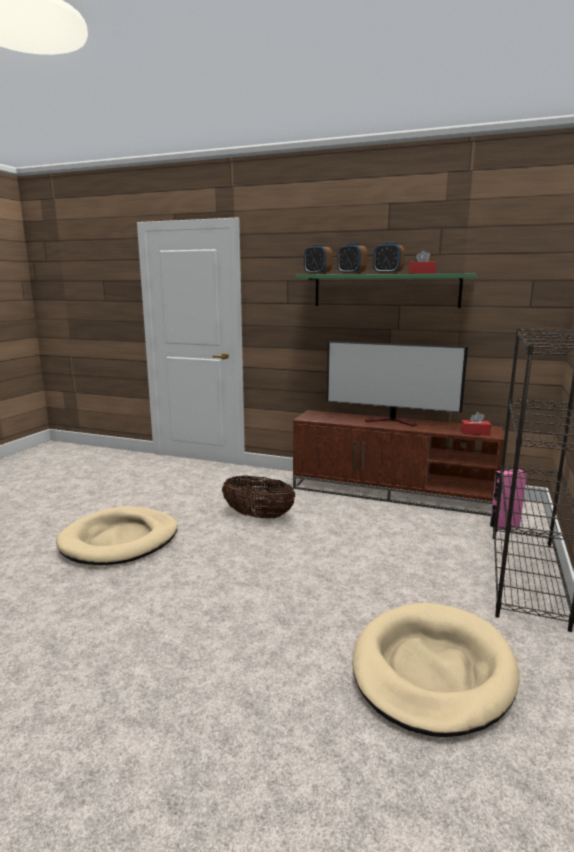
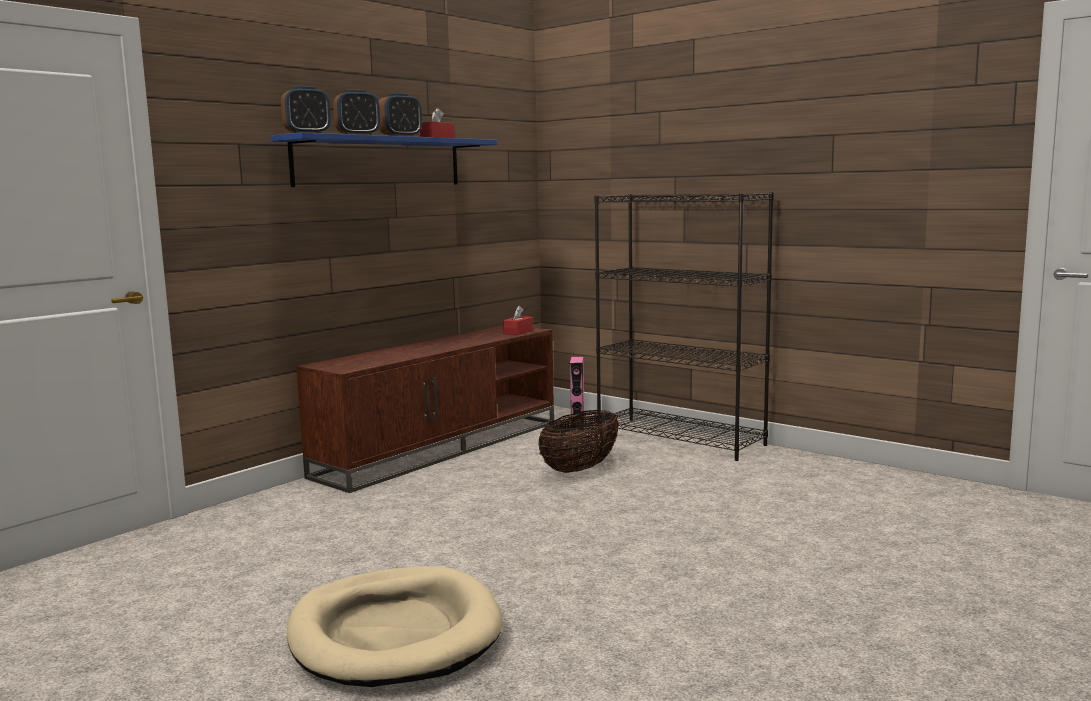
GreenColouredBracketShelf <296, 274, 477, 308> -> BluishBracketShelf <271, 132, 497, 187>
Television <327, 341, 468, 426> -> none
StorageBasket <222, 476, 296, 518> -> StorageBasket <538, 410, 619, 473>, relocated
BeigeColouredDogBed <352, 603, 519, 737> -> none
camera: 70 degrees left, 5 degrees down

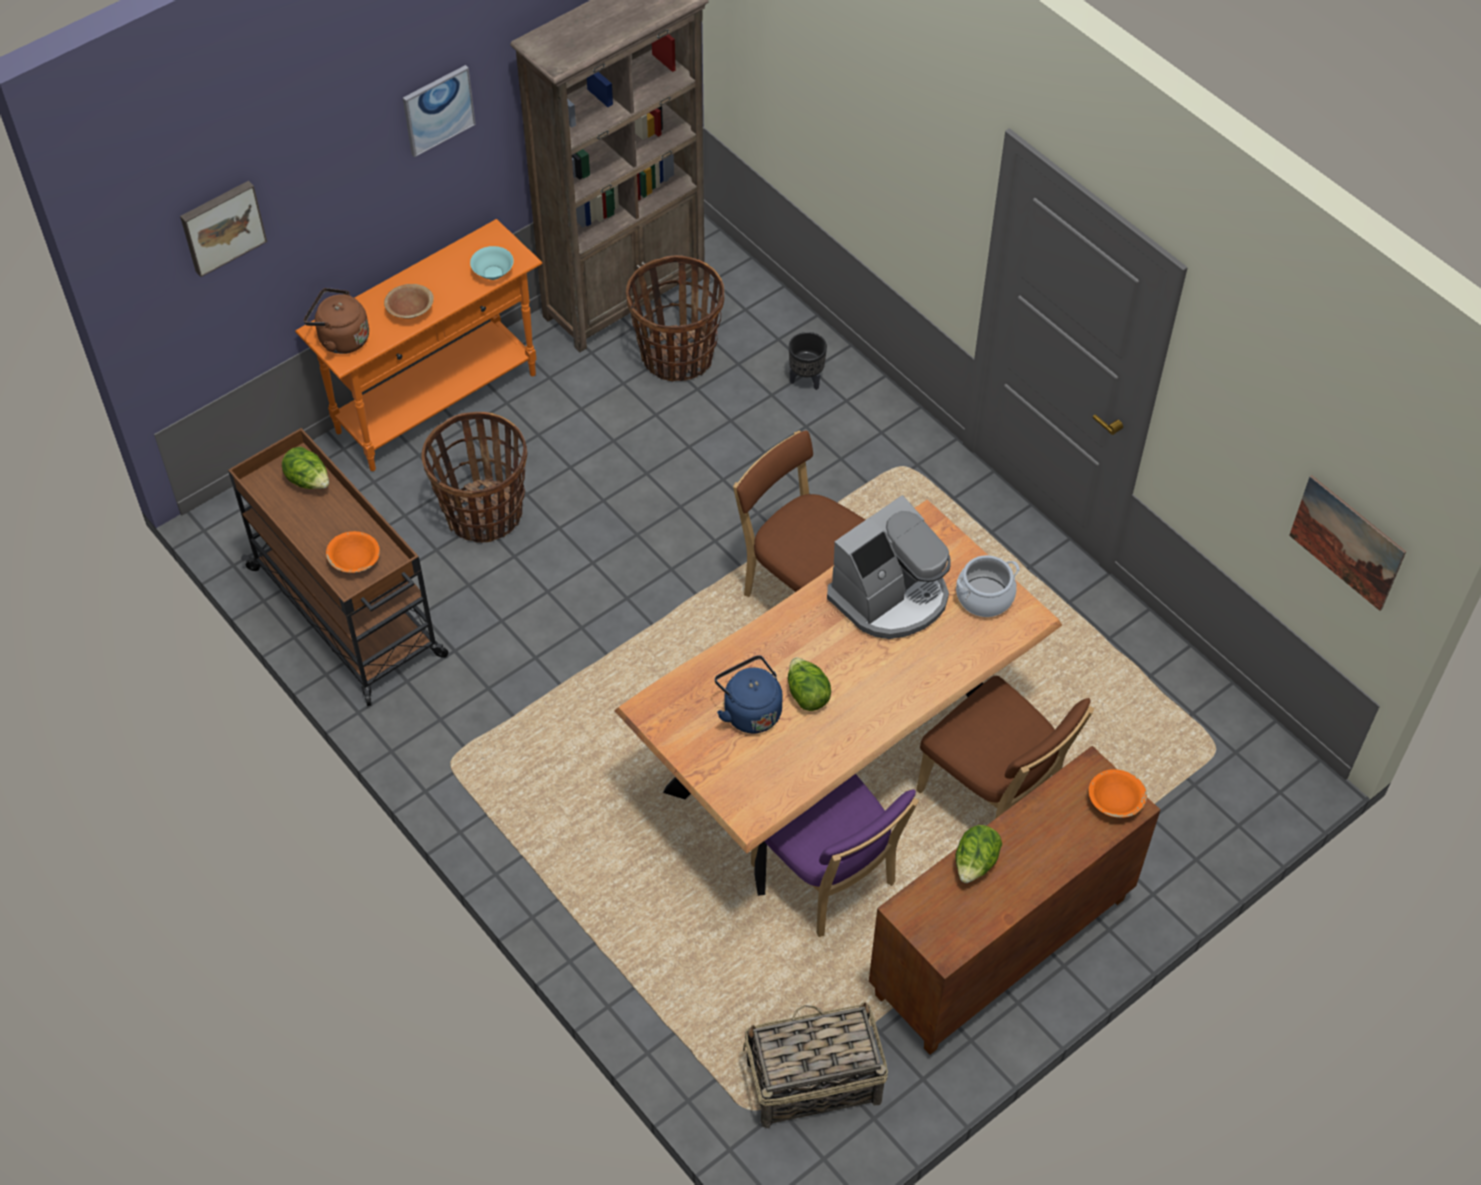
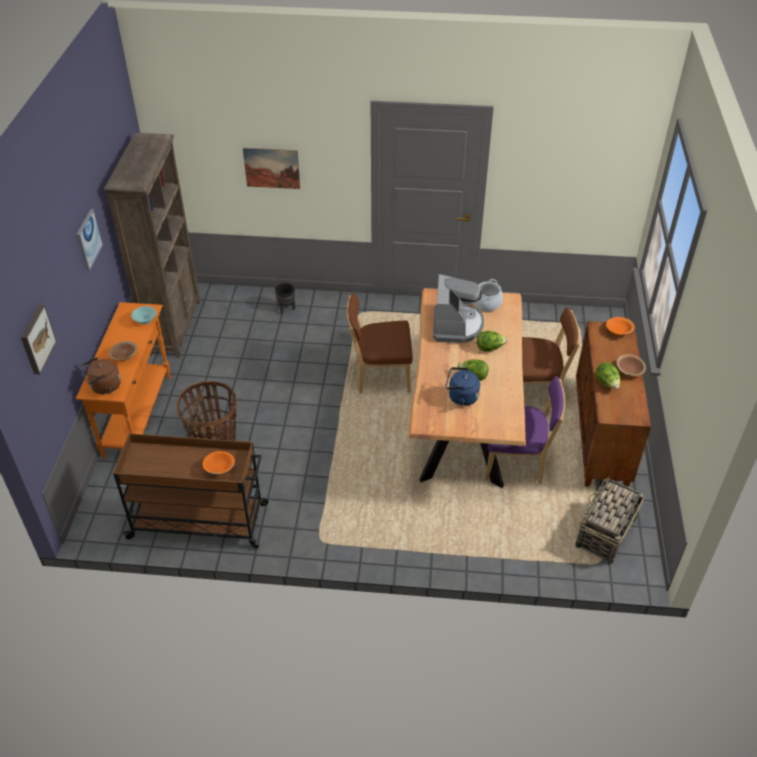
StorageBasket <626, 255, 724, 381> -> none
Lettuce <282, 446, 329, 489> -> Lettuce <477, 331, 507, 352>, relocated
WallArt <1289, 475, 1406, 611> -> WallArt <243, 148, 300, 189>, relocated
none -> BrownColouredDeepDish <616, 354, 646, 376>
camera: 45 degrees left, 10 degrees down

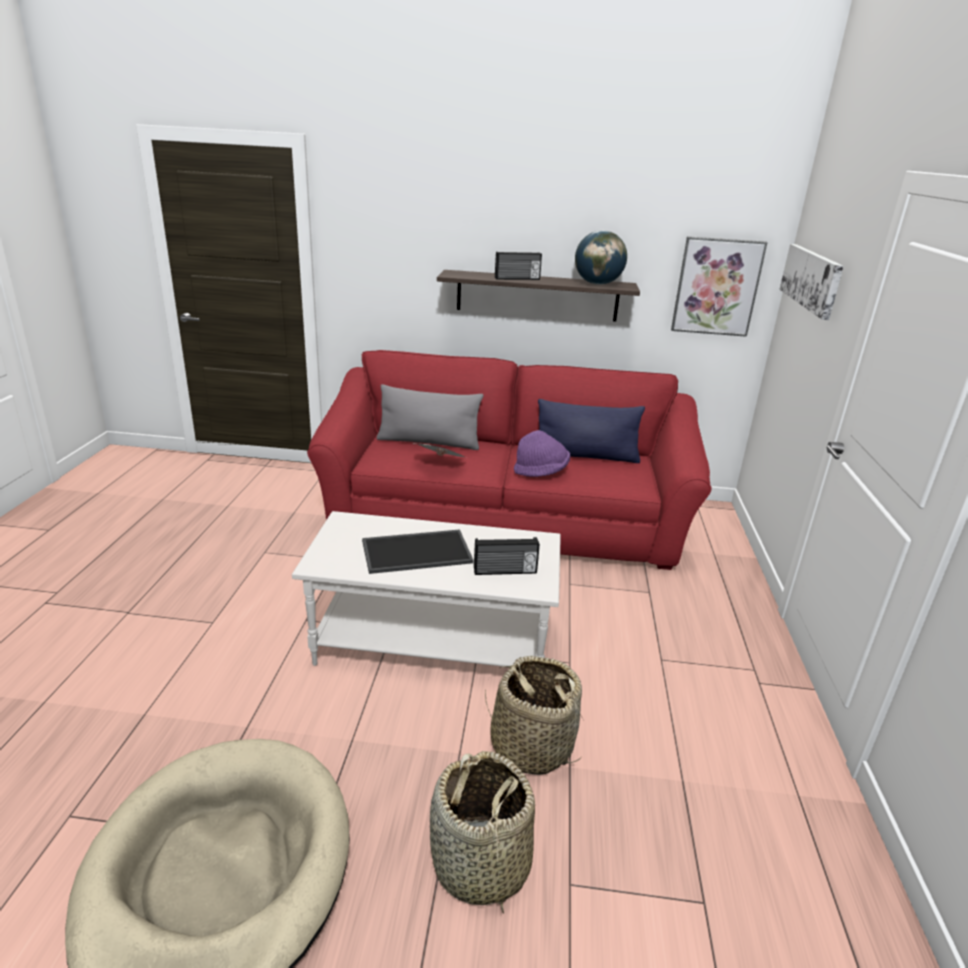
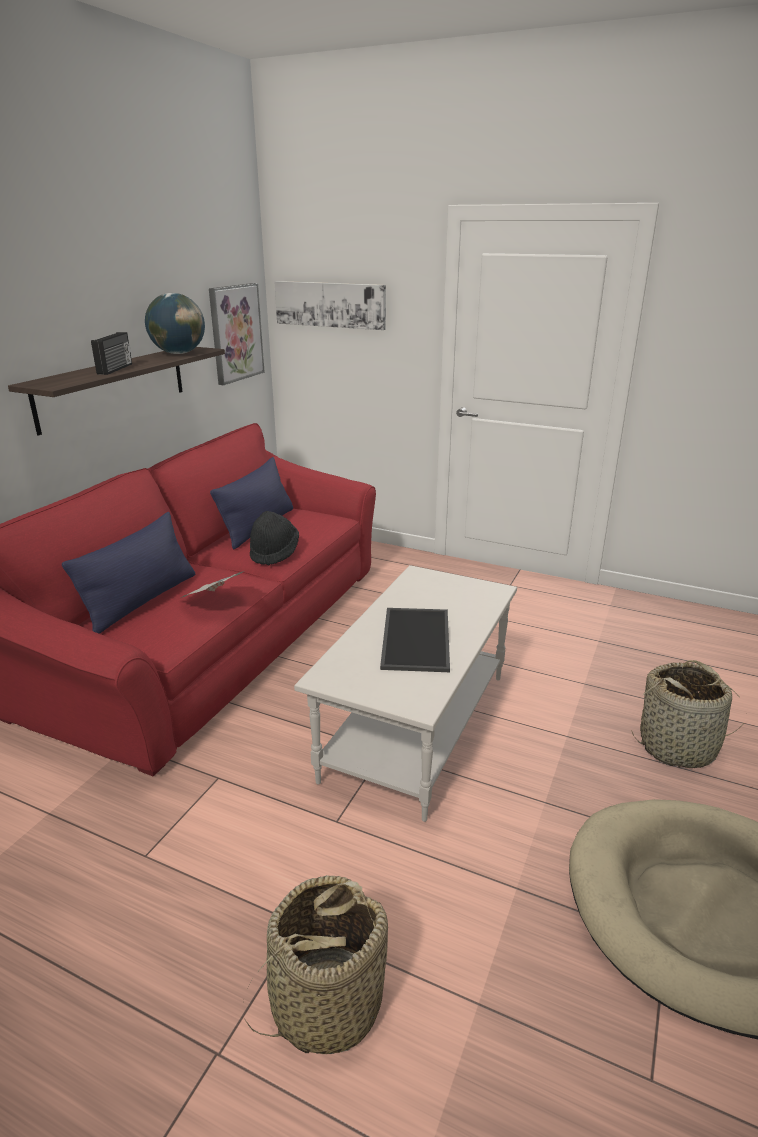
GreyCushion <377, 384, 484, 450> -> BluishCushion <62, 512, 195, 634>
PurpleColouredWearableHat <514, 430, 570, 477> -> BlackWearableHat <250, 511, 299, 565>
RadioReceiver <474, 537, 540, 575> -> none
StorageBasket <485, 656, 583, 775> -> StorageBasket <243, 875, 388, 1054>, relocated
camera: 70 degrees left, 0 degrees up

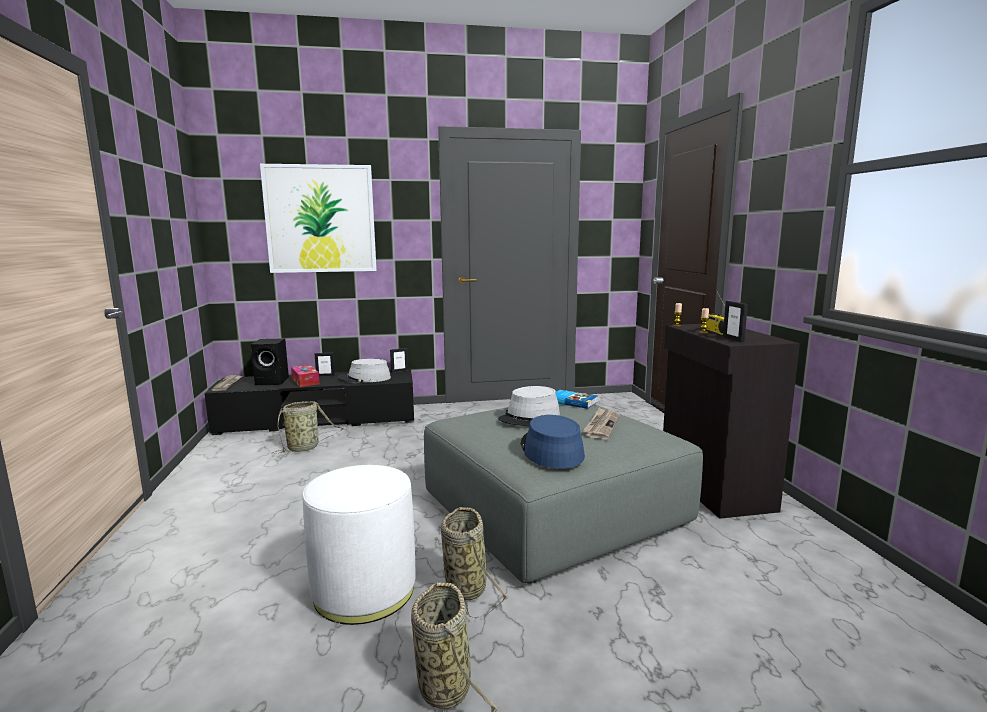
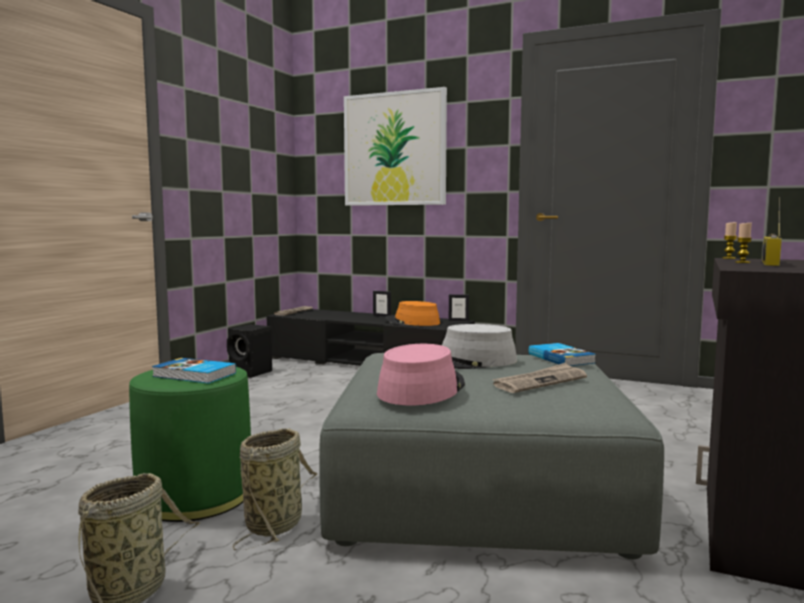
PictureFrame <723, 301, 748, 342> -> none
BlackSpeaker <251, 338, 289, 385> -> BlackSpeaker <227, 324, 272, 378>, relocated
GreyWearableHat <338, 359, 391, 383> -> OrangeyWearableHat <385, 301, 440, 326>
TissueHolder <291, 365, 320, 387> -> none
StorageBasket <271, 401, 344, 454> -> none
BluishWearableHat <520, 415, 585, 469> -> PinkColouredWearableHat <377, 344, 465, 405>
WhiteColouredFootrest <302, 465, 416, 625> -> GreenColouredFootrest <129, 367, 251, 522>
none -> Volume <152, 358, 236, 384>
camera: 35 degrees right, 5 degrees down

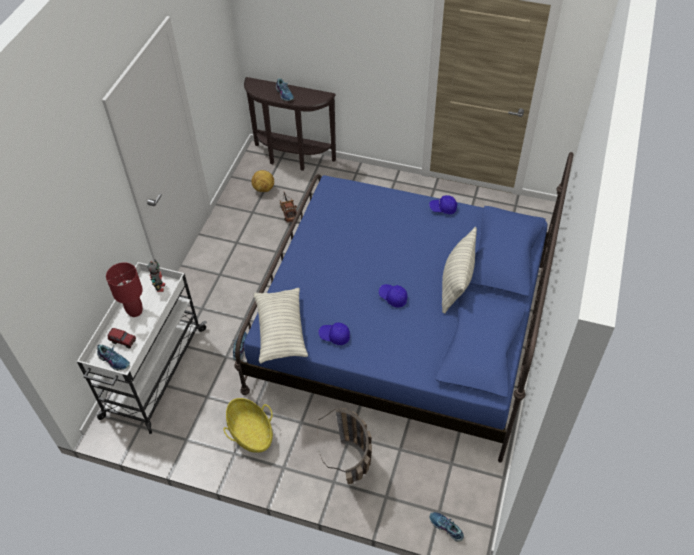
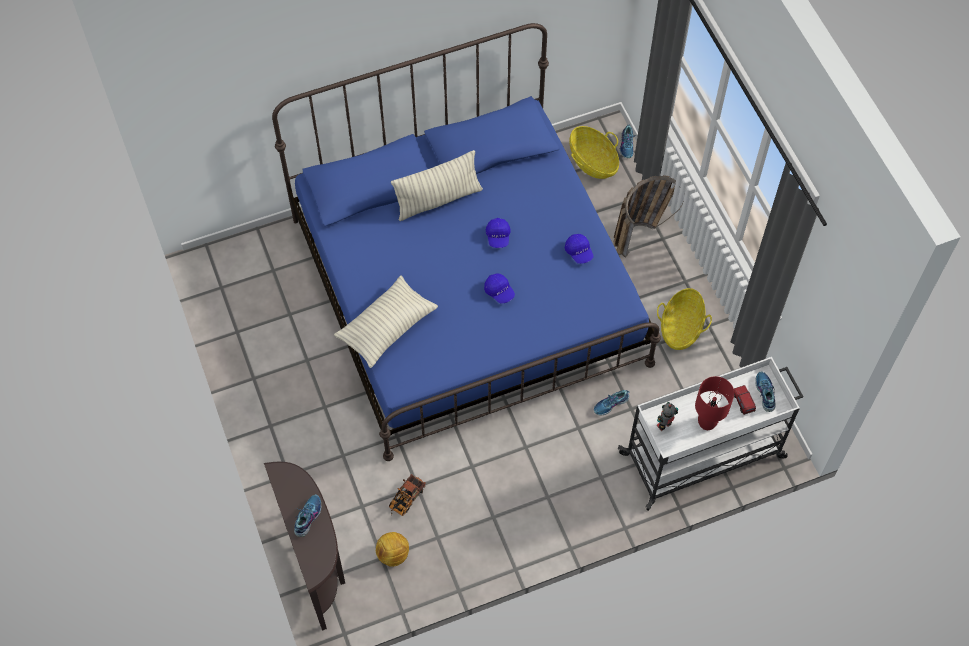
BluishCap <429, 195, 457, 214> -> BluishCap <484, 273, 515, 304>, relocated
Cushion <254, 288, 308, 364> -> Cushion <334, 275, 438, 368>, relocated
none -> StorageBasket <569, 126, 619, 179>
camera: 130 degrees left, 10 degrees up

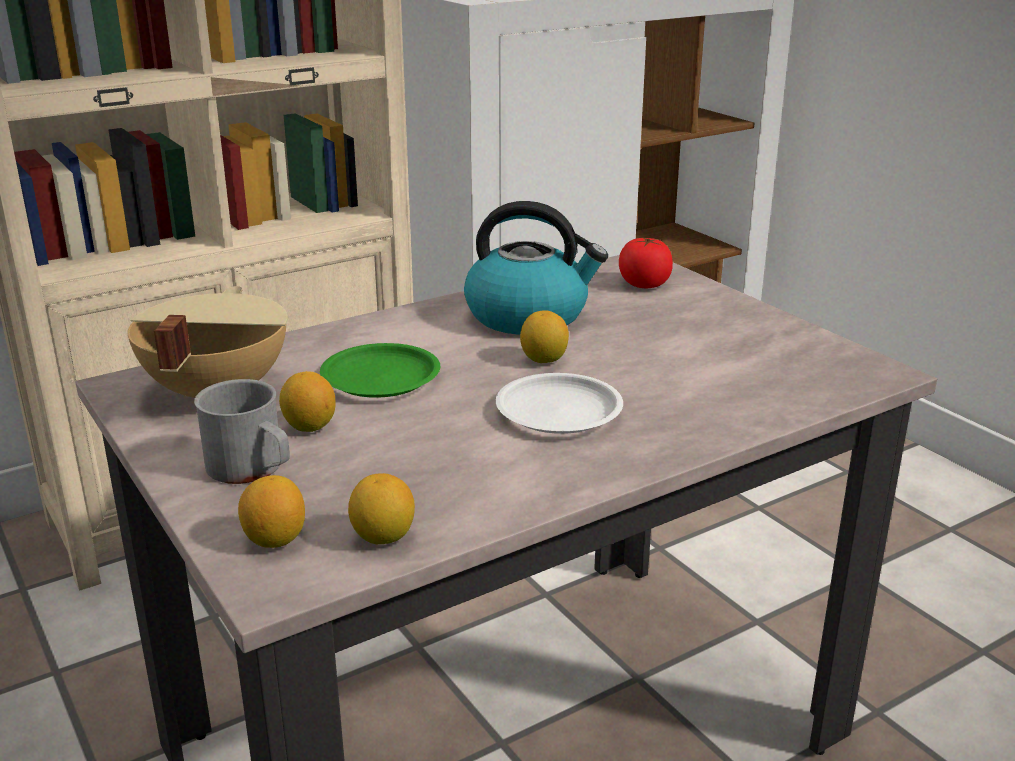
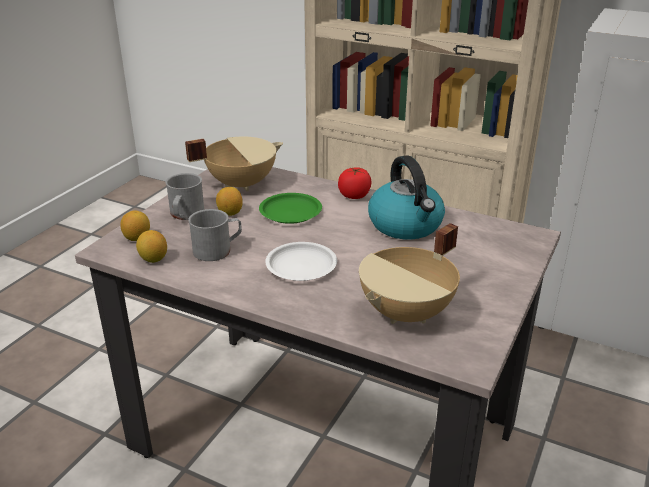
FreshTomato <619, 237, 673, 288> -> FreshTomato <338, 167, 371, 199>, relocated
WholeLemon <520, 311, 569, 363> -> none
none -> GreyTeaMug <188, 209, 242, 261>
none -> BeigeColouredCookingPot <359, 223, 460, 324>
camera: 60 degrees right, 5 degrees up

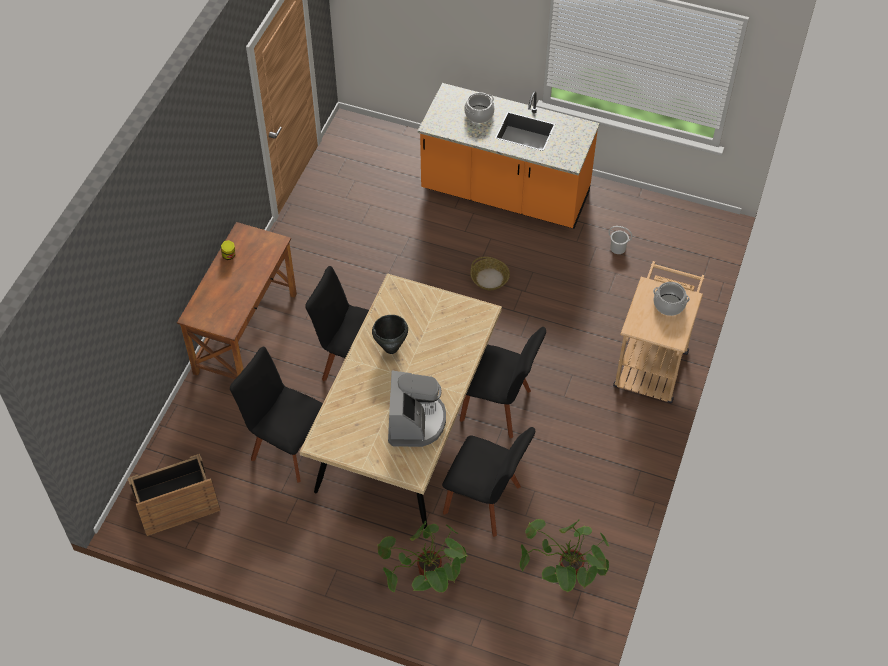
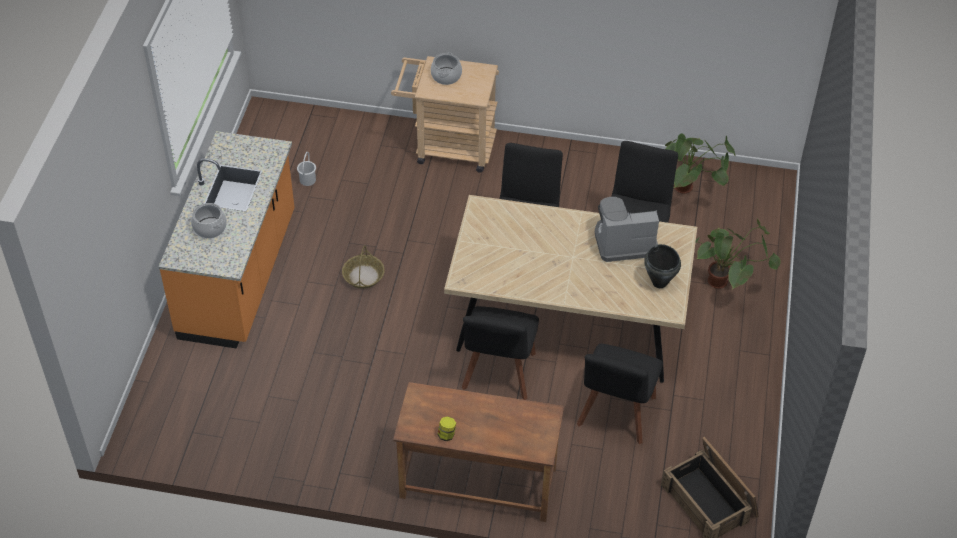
BlackCookingPot <372, 315, 408, 354> -> BlackCookingPot <644, 244, 681, 288>, relocated
camera: 100 degrees left, 5 degrees down

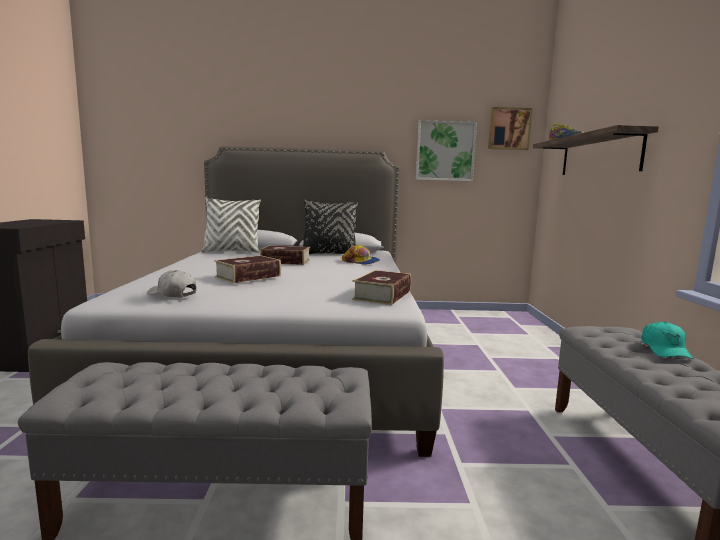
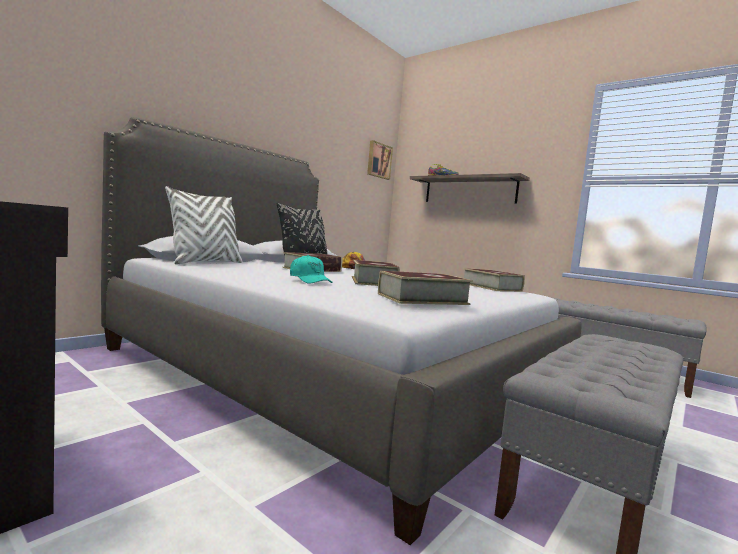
WallArt <416, 120, 477, 181> -> none
WhiteColouredCap <147, 270, 197, 297> -> Volume <378, 271, 473, 305>
TurquoiseCap <642, 322, 694, 359> -> TurquoiseCap <290, 255, 333, 283>, relocated
camera: 50 degrees left, 5 degrees down

